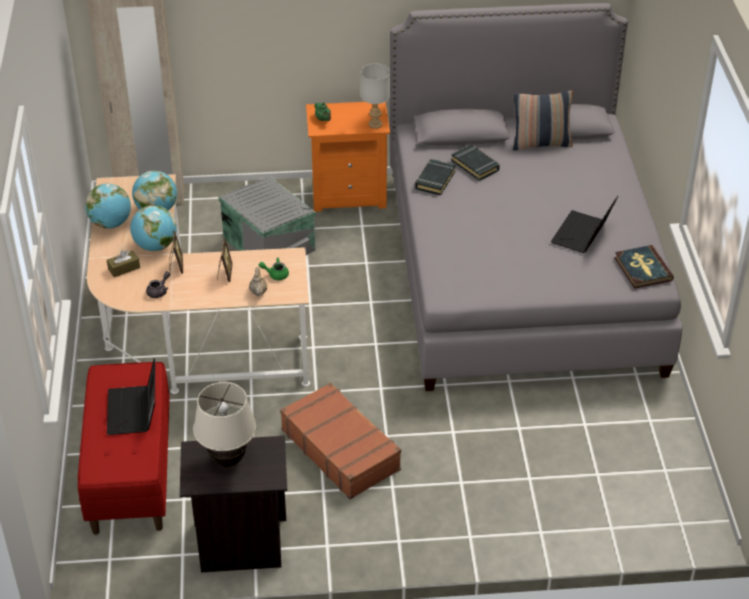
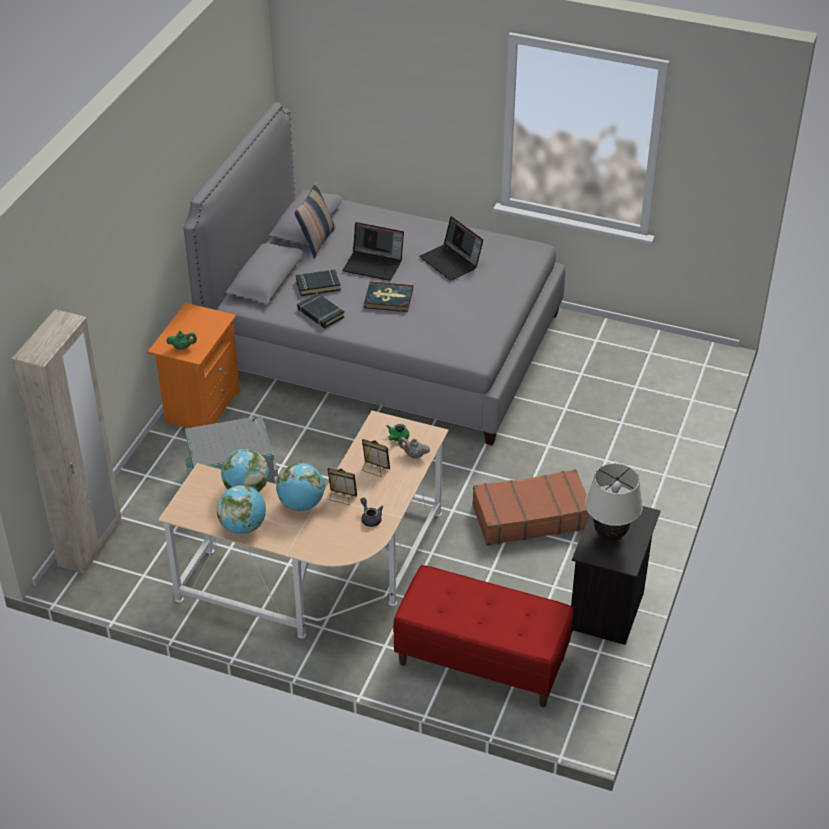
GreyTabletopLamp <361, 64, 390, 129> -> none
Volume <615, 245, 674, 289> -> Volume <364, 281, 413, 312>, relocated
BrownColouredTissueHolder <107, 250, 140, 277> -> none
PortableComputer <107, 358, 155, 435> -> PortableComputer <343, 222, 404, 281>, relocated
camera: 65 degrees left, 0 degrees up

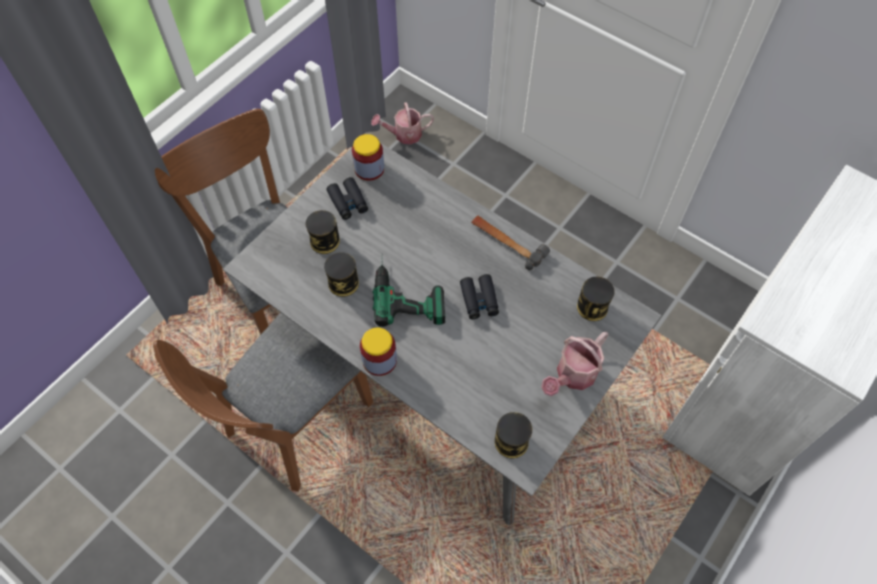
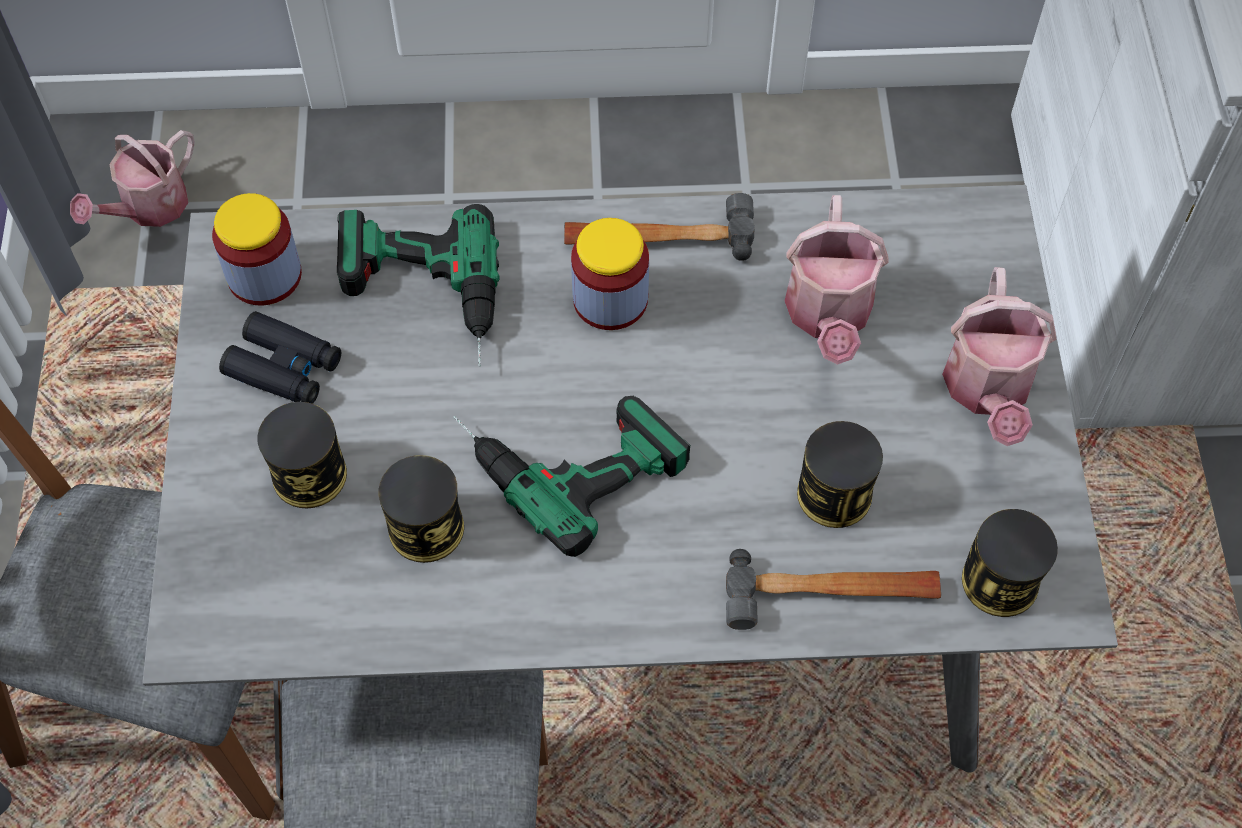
BlackPairOfBinoculars <460, 274, 499, 319> -> none
Can <577, 277, 615, 321> -> Can <797, 421, 883, 528>, relocated
PreserveJar <360, 328, 397, 376> -> PreserveJar <571, 218, 649, 330>, relocated
none -> WateringCan <785, 195, 889, 365>
none -> ElectricDrill <337, 204, 500, 367>
none -> Hammer <726, 549, 941, 630>
camera: 40 degrees left, 0 degrees up

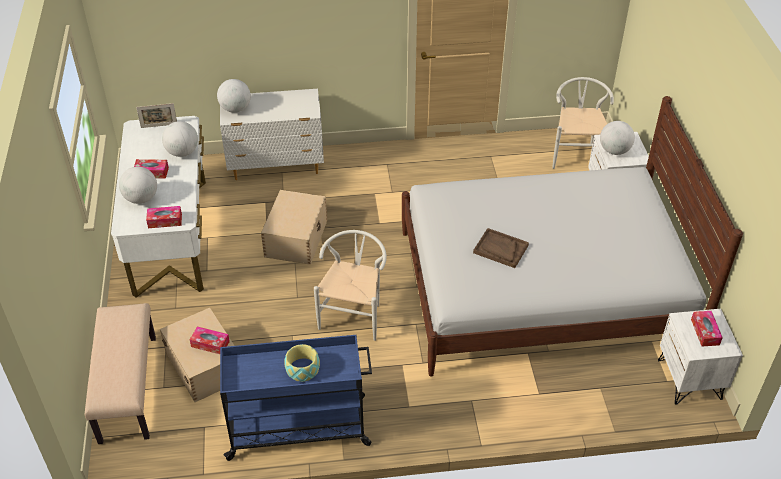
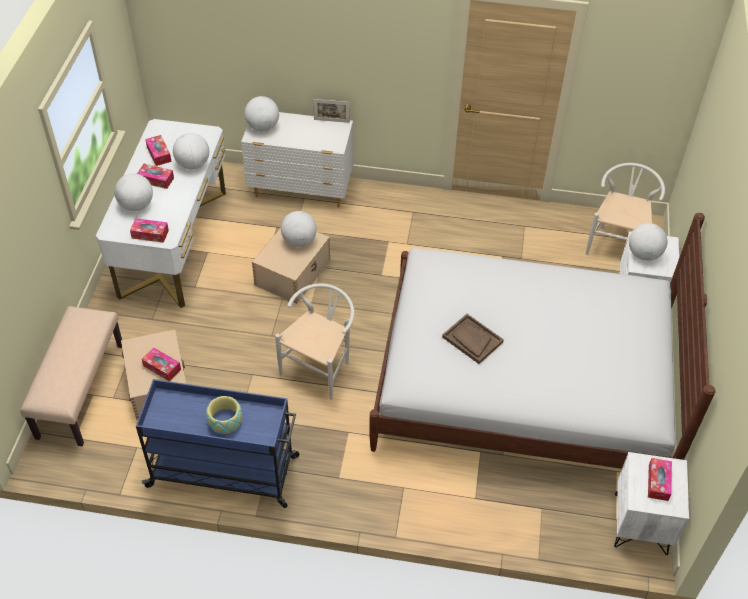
PictureFrame <136, 103, 177, 128> -> PictureFrame <313, 99, 350, 123>, relocated
none -> TissueHolder <145, 135, 172, 166>
none -> Globe <281, 211, 317, 247>
camera: 15 degrees right, 5 degrees up

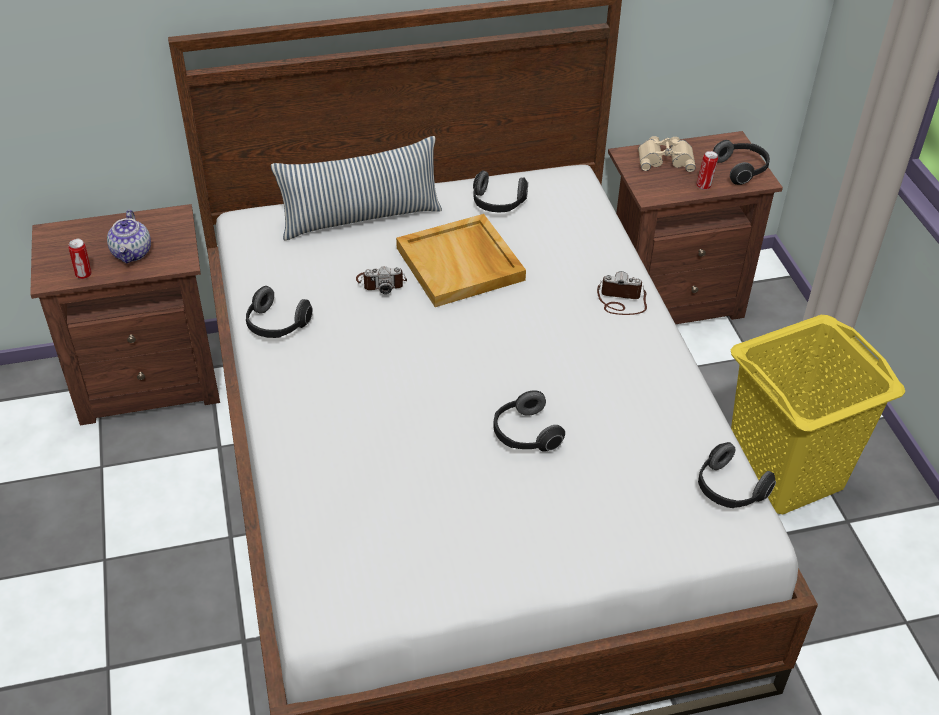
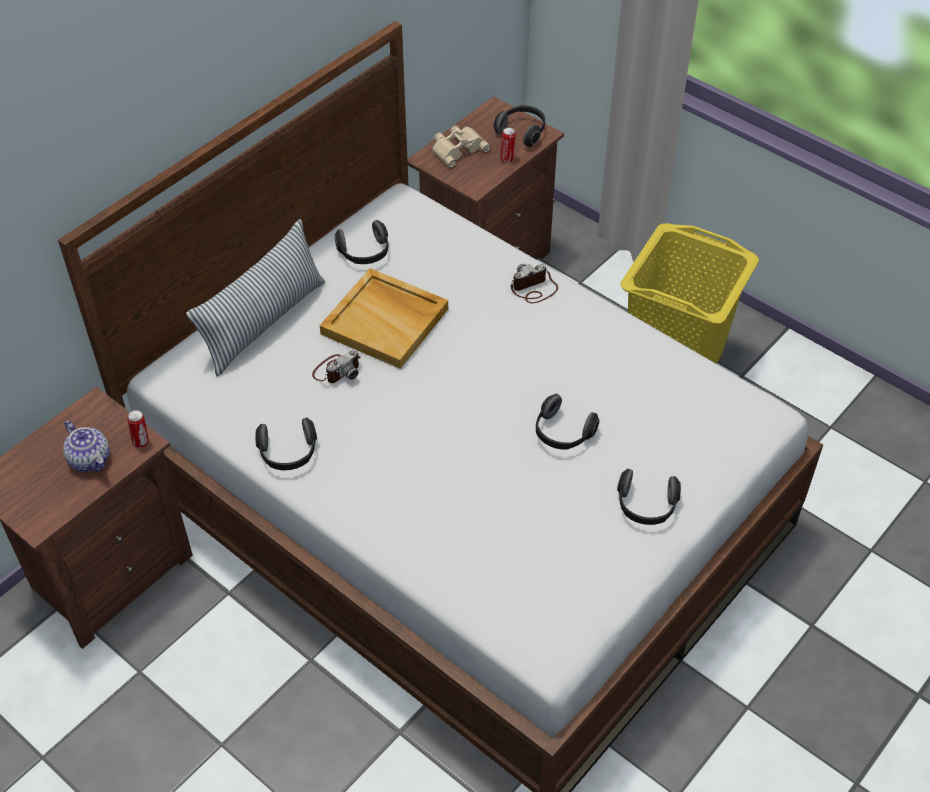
Can <68, 239, 91, 279> -> Can <127, 410, 149, 448>, relocated
Headset <698, 442, 776, 508> -> Headset <617, 469, 681, 525>, relocated
camera: 35 degrees left, 5 degrees up

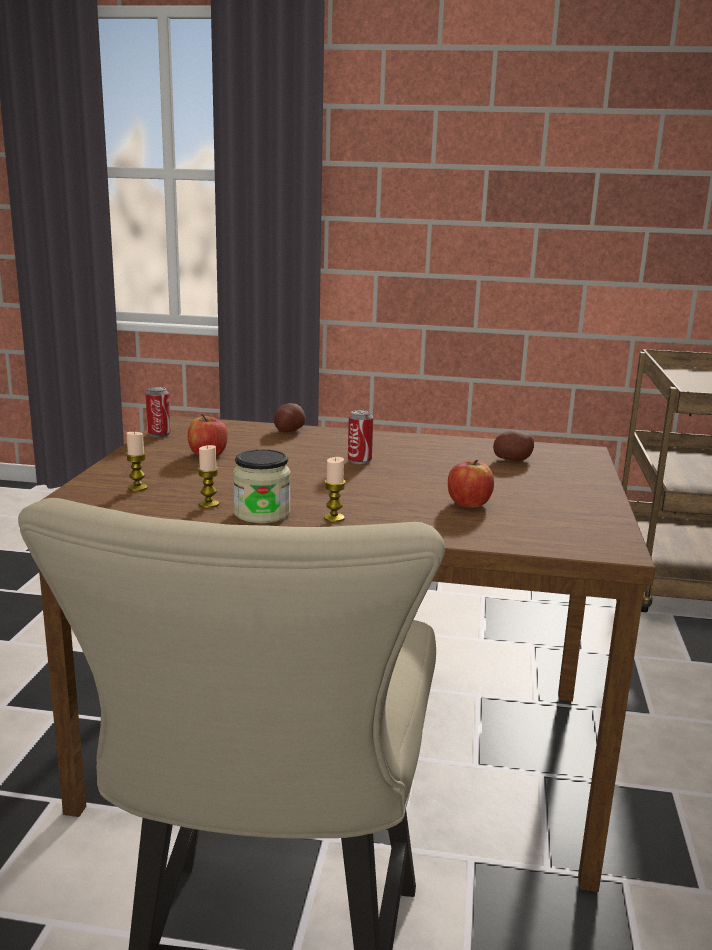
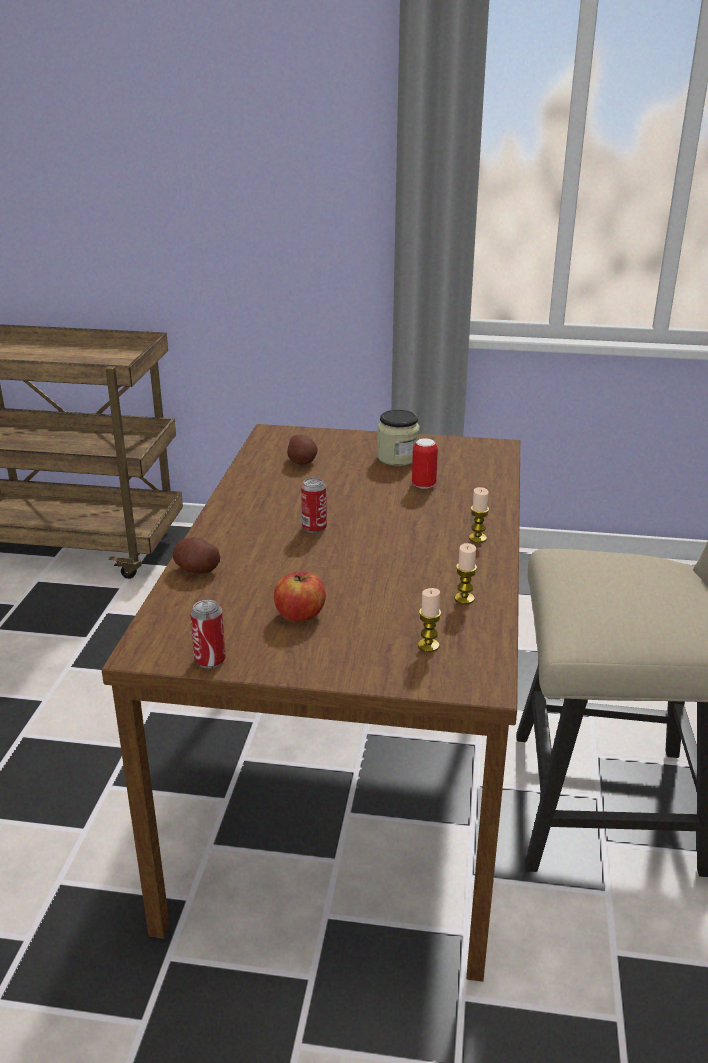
PreserveJar <233, 449, 291, 523> -> PreserveJar <377, 410, 420, 466>, relocated
WholeApple <448, 460, 494, 508> -> Can <412, 439, 438, 489>
camera: 90 degrees left, 10 degrees up

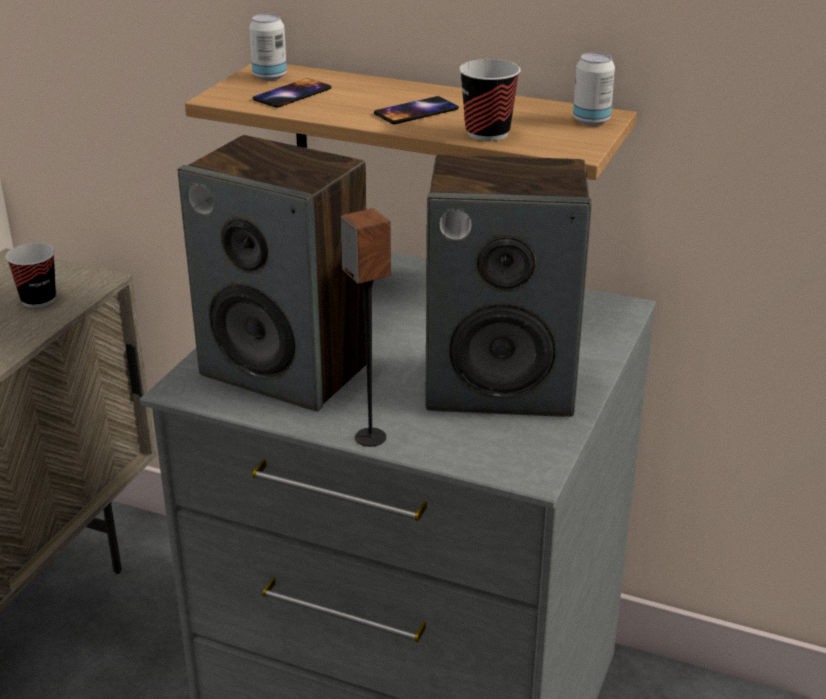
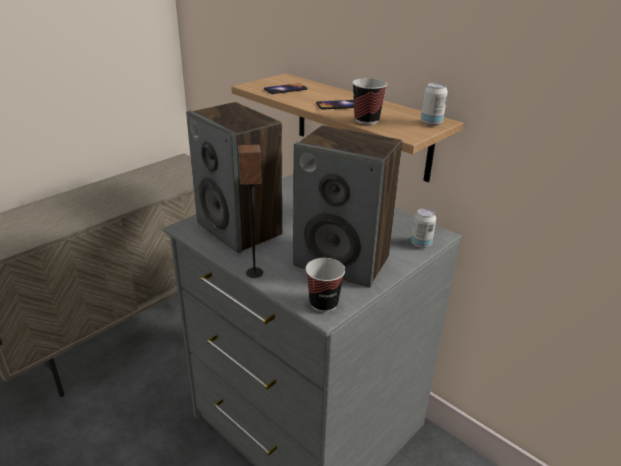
Can <249, 14, 287, 81> -> Can <411, 208, 436, 248>, relocated
SmallCup <6, 243, 56, 308> -> SmallCup <305, 258, 345, 312>, relocated
camera: 20 degrees right, 0 degrees up

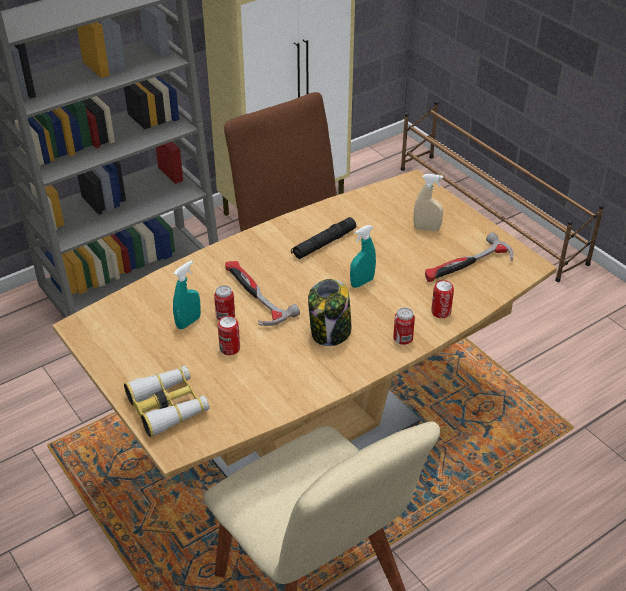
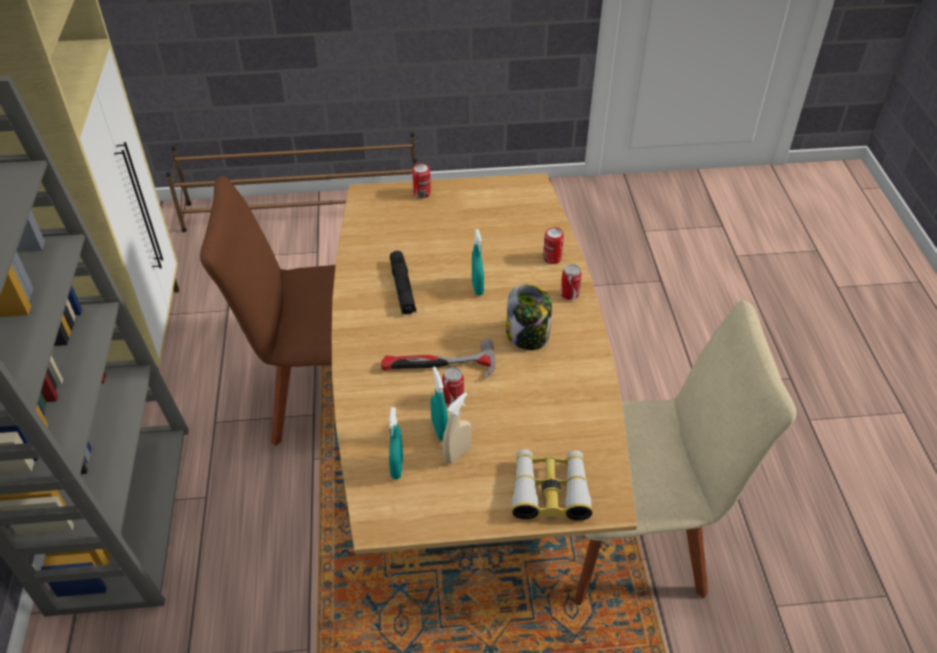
BeigeColouredSprayBottle <413, 174, 443, 231> -> BeigeColouredSprayBottle <442, 392, 471, 464>, relocated
Hammer <425, 232, 514, 282> -> none
Can <218, 316, 240, 355> -> Can <412, 164, 431, 198>, relocated
none -> TurquoiseSprayBottle <389, 407, 403, 479>
camera: 60 degrees left, 5 degrees up

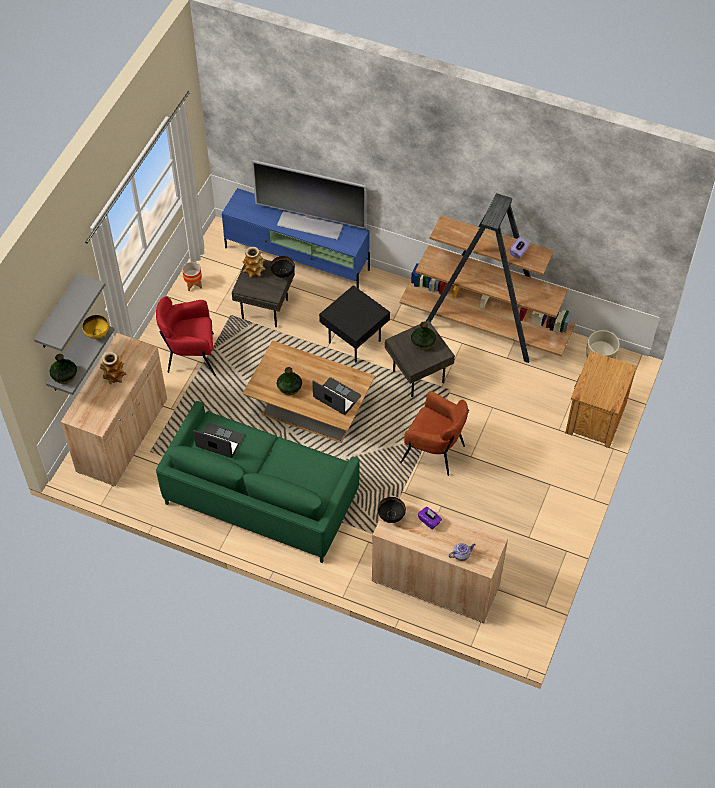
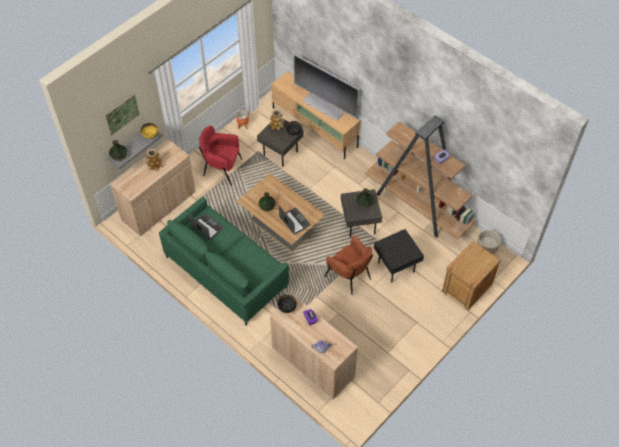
BluishMediaConsole <222, 188, 370, 289> -> BeigeColouredMediaConsole <271, 71, 360, 159>
GreyBracketShelf <34, 274, 105, 351> -> WallArt <105, 94, 140, 135>
BlackAccentTable <319, 285, 390, 362> -> BlackAccentTable <374, 229, 424, 283>, relocated
camera: 20 degrees right, 0 degrees up

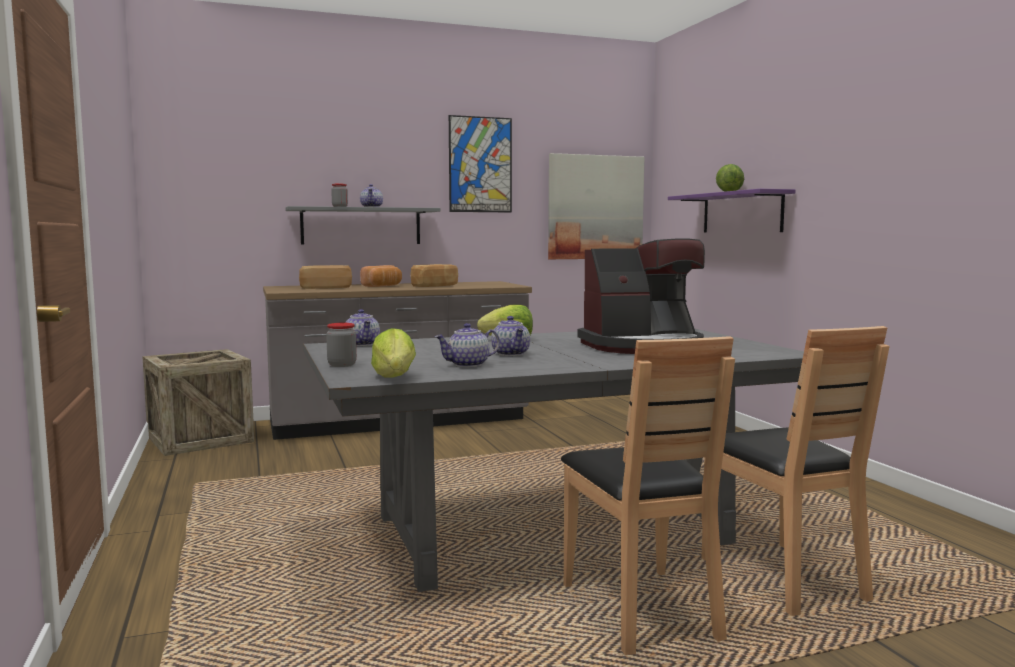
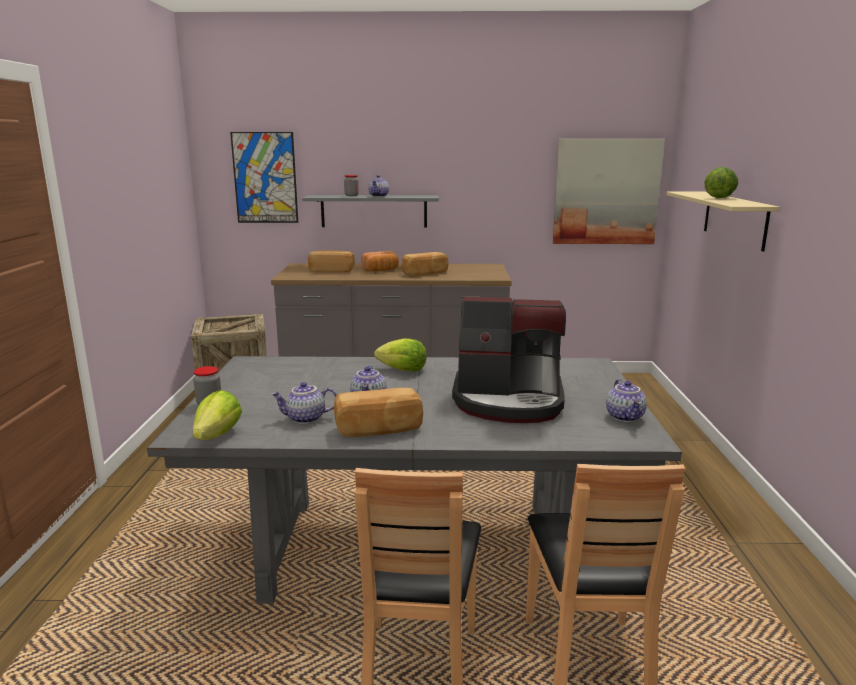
WallArt <449, 115, 512, 212> -> WallArt <230, 132, 298, 223>, relocated
PurpleColouredBracketShelf <668, 189, 796, 232> -> BeigeColouredBracketShelf <667, 192, 780, 251>
Teapot <345, 309, 380, 346> -> Teapot <606, 379, 647, 422>, relocated
none -> Bread <334, 388, 423, 437>
camera: 20 degrees right, 10 degrees up

